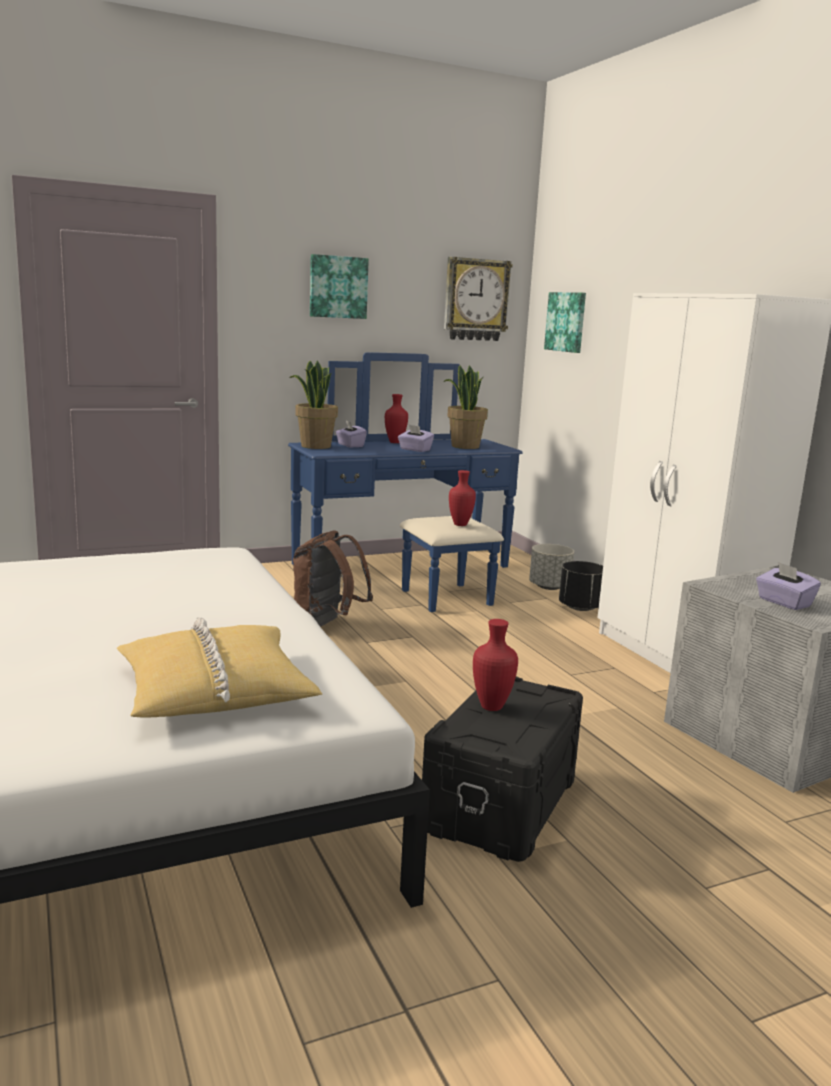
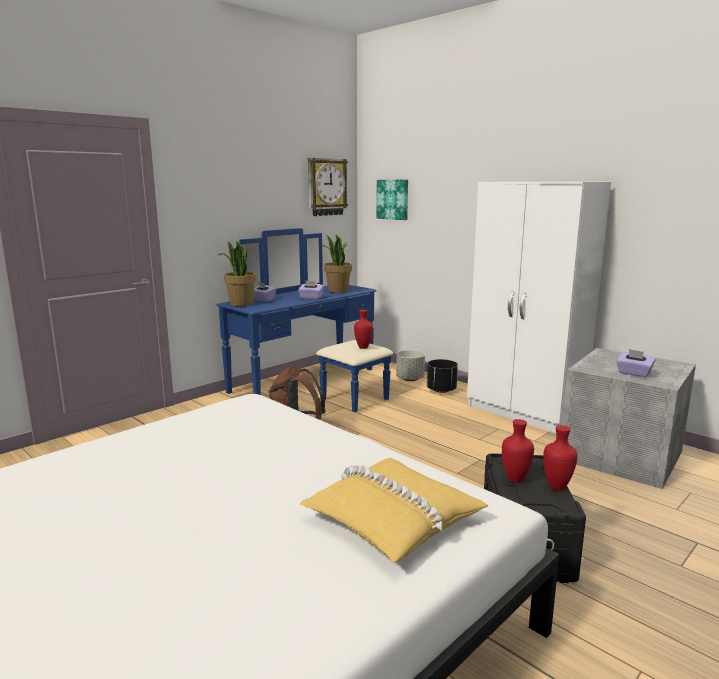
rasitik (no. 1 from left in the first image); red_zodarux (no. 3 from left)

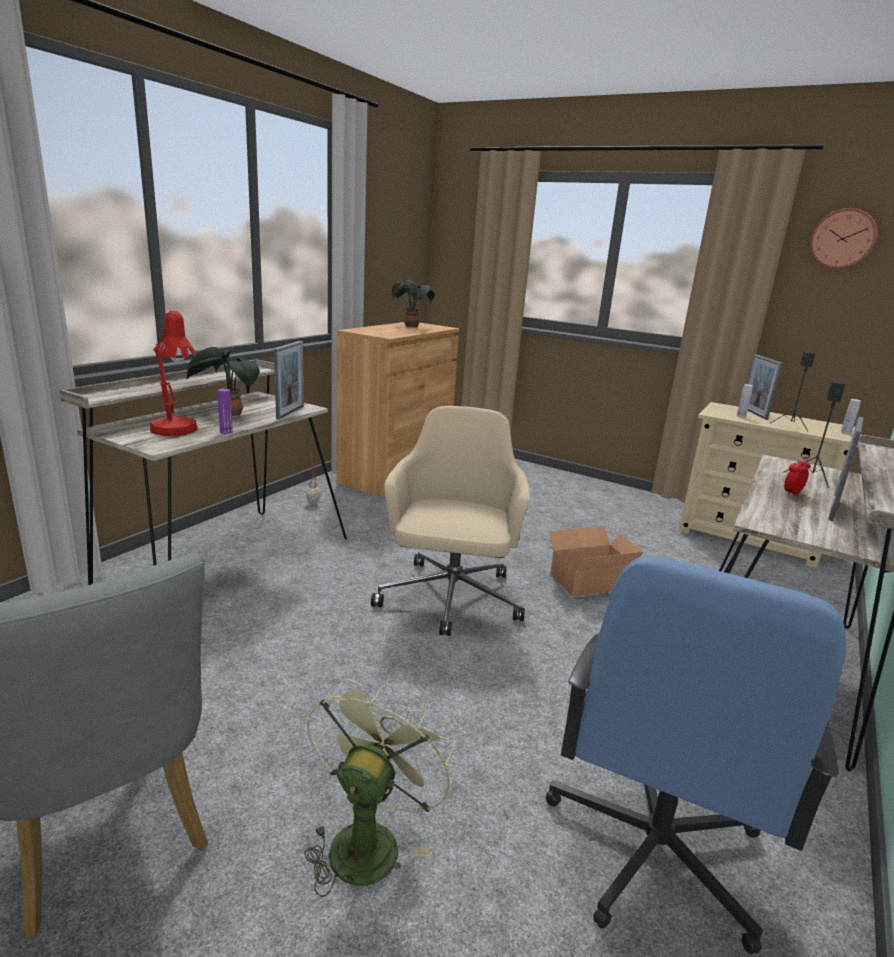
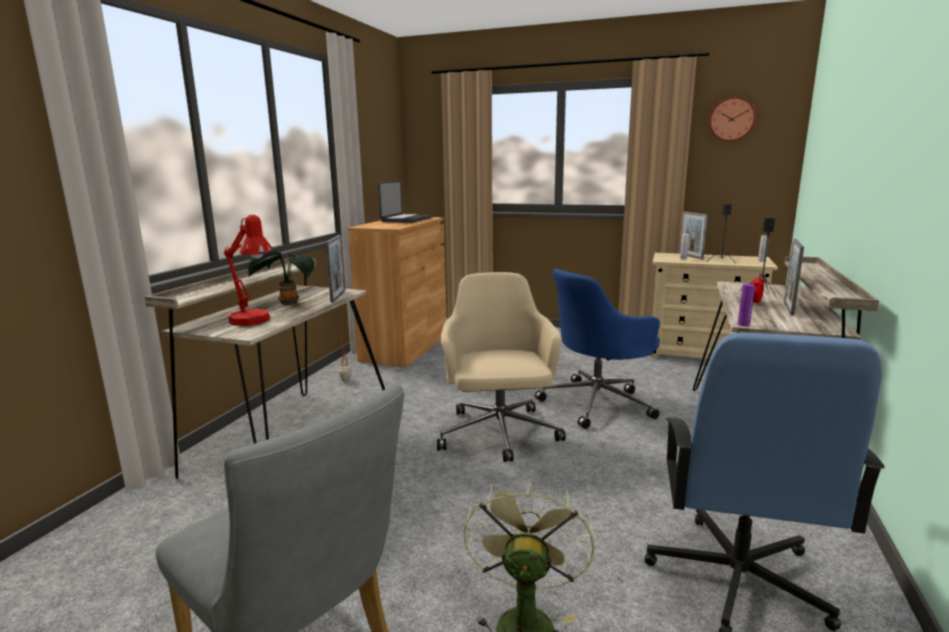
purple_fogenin; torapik; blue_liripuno (no. 1 from left)

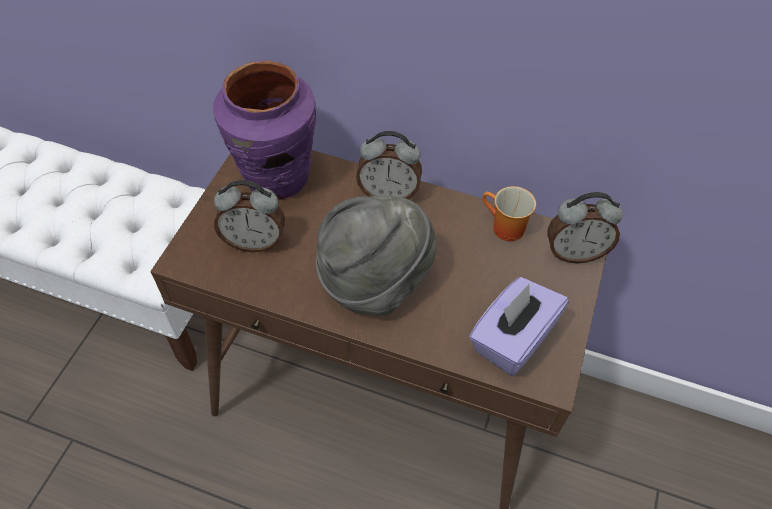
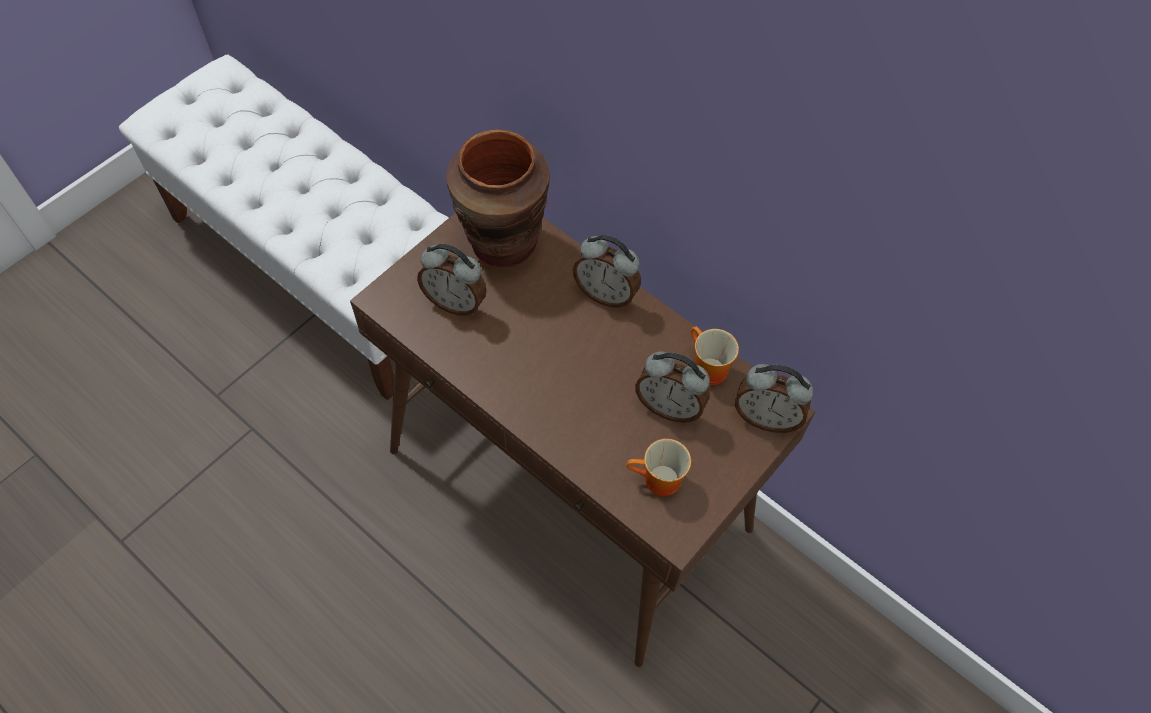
brown_zodarux; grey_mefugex; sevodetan (no. 1 from left); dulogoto (no. 3 from left)

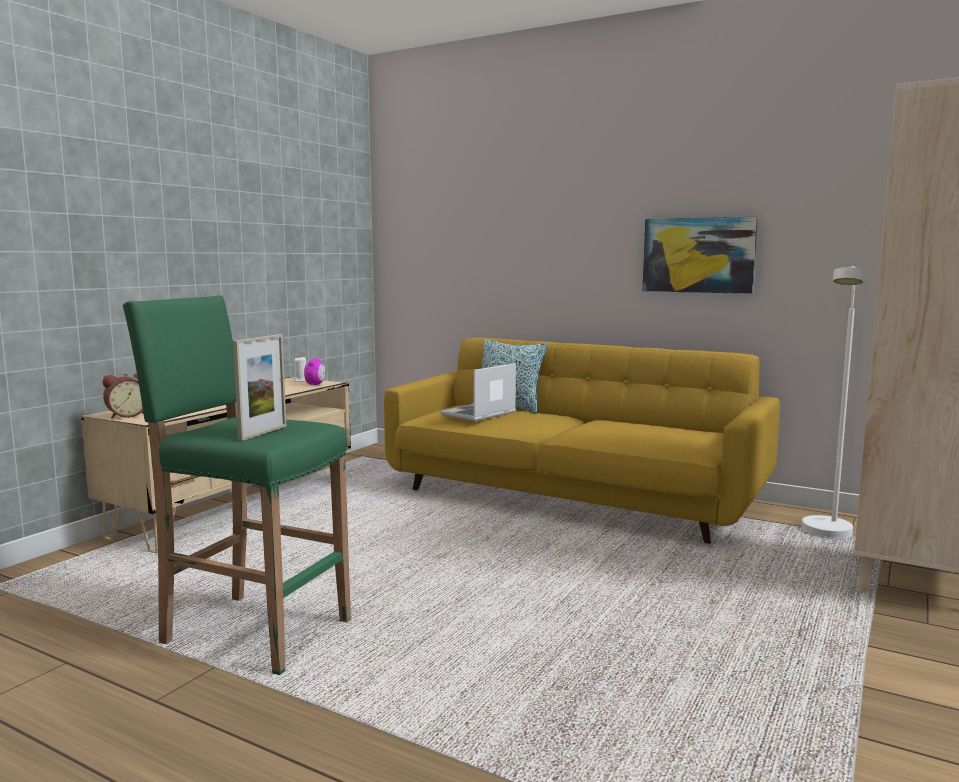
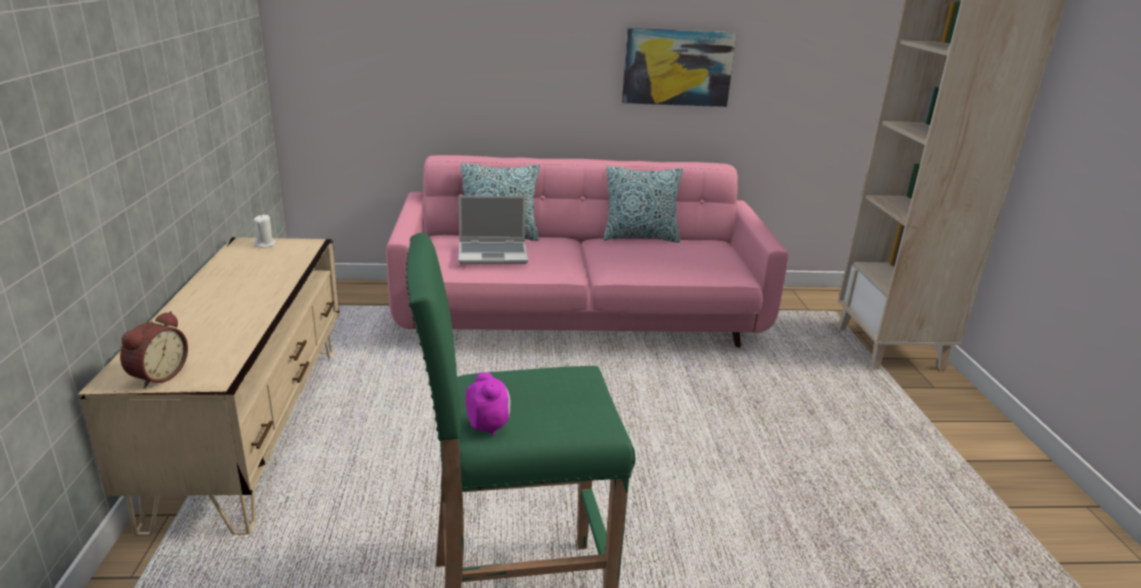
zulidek; dulogoto (no. 2 from left); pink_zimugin; torapik; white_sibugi; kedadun (no. 2 from left)

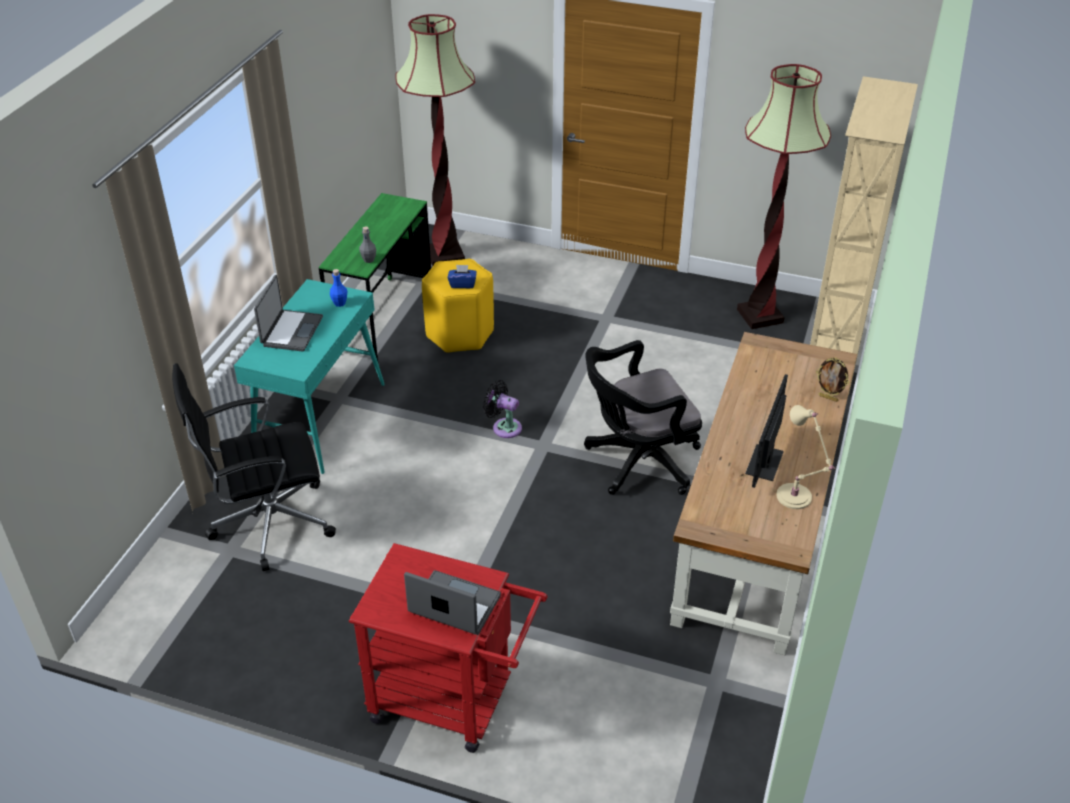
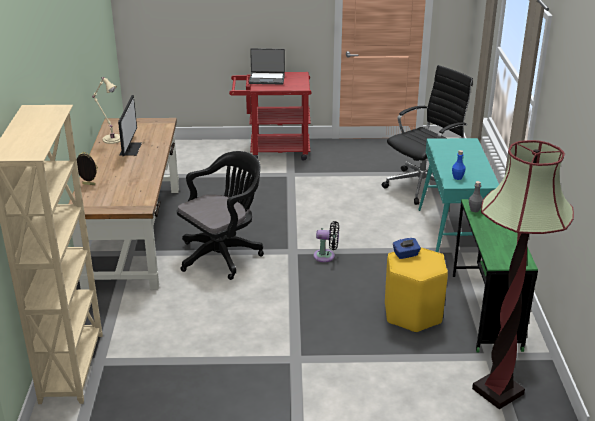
torapik (no. 1 from left in the first image); sibugi (no. 2 from left in the first image)

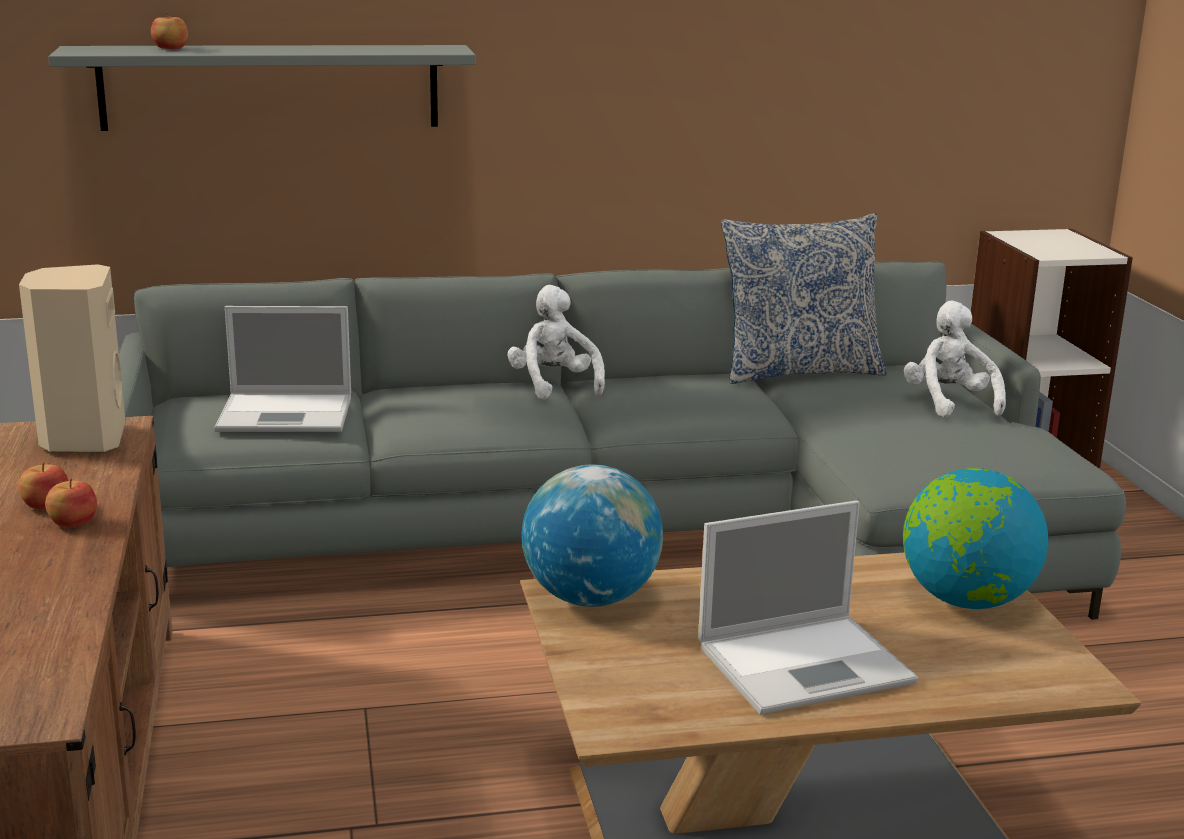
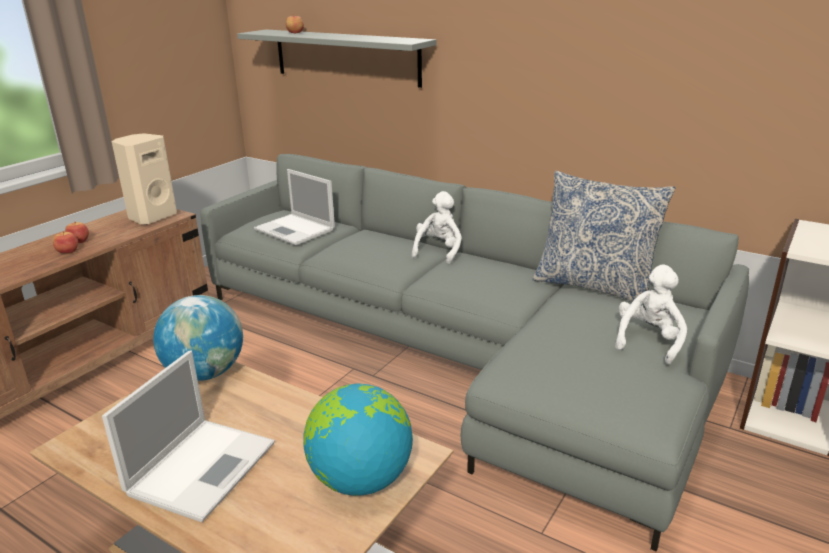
torapik (no. 1 from left)

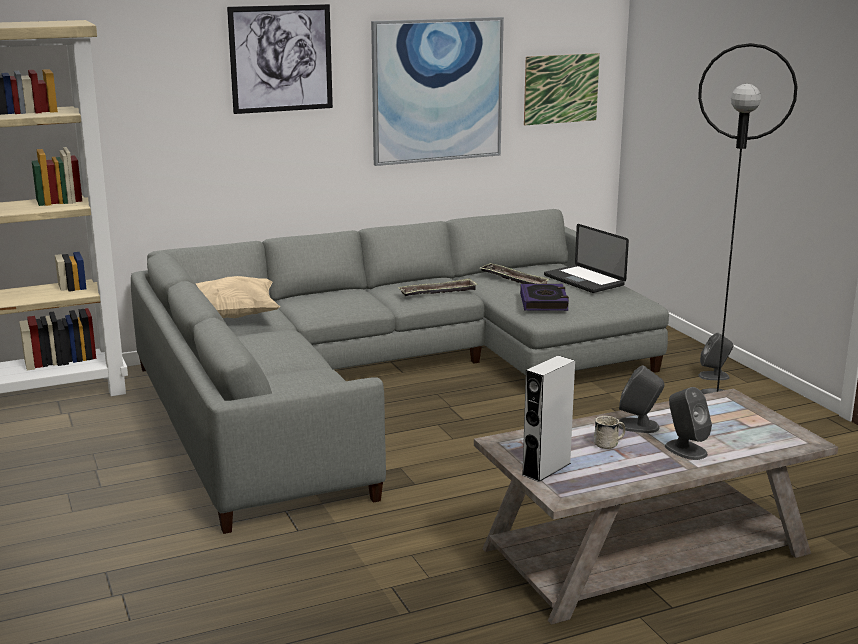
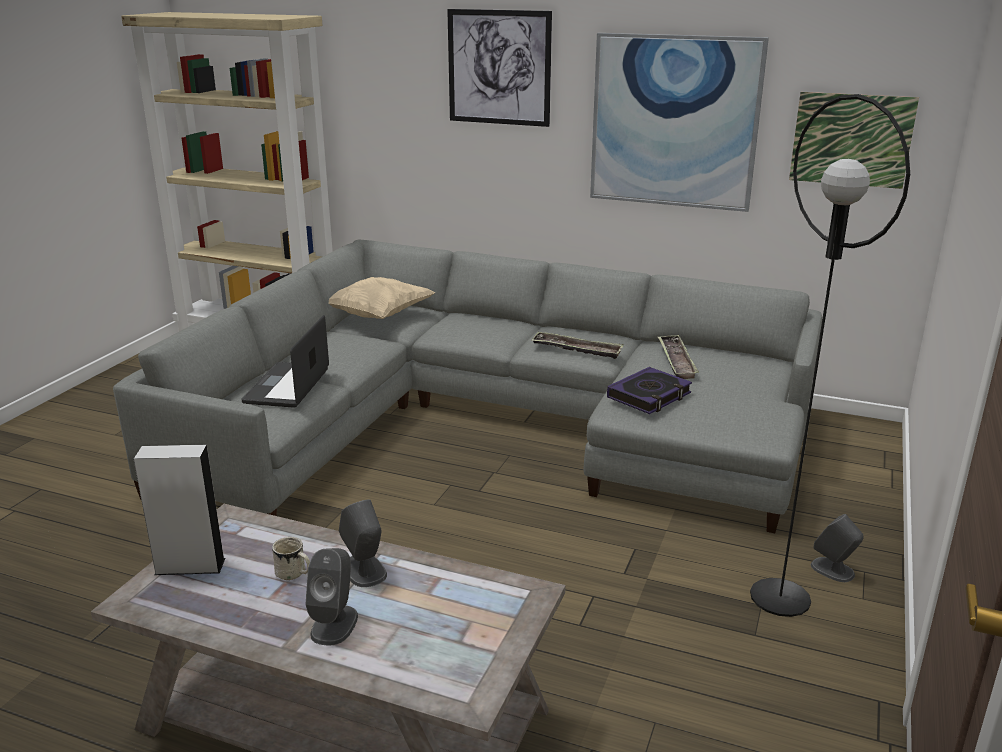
torapik

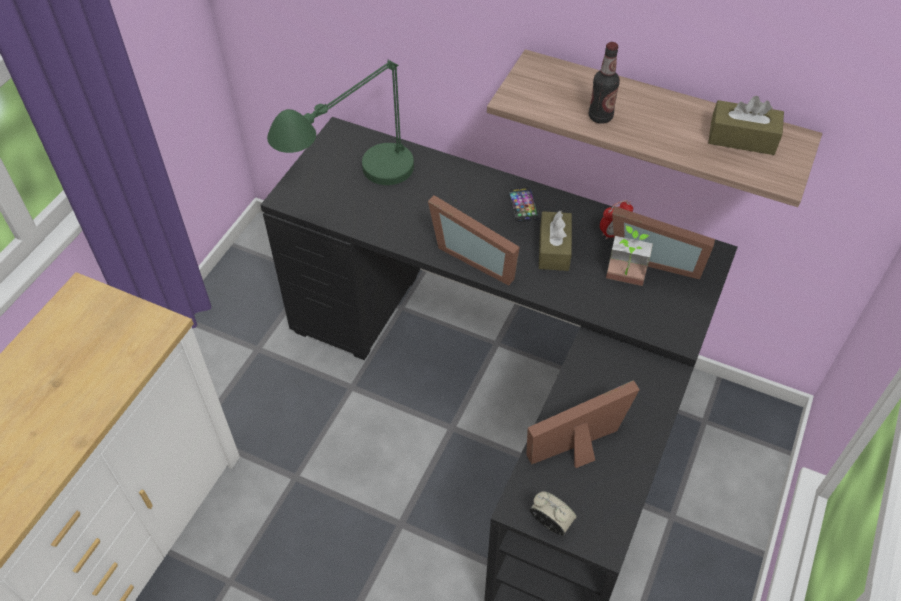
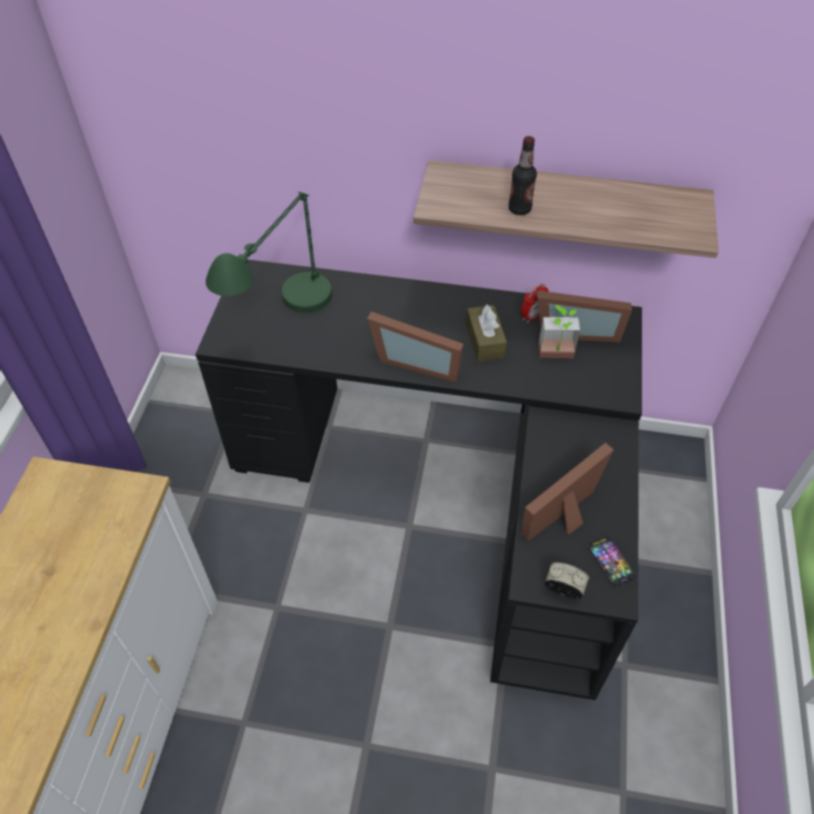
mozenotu; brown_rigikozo (no. 2 from left in the first image)

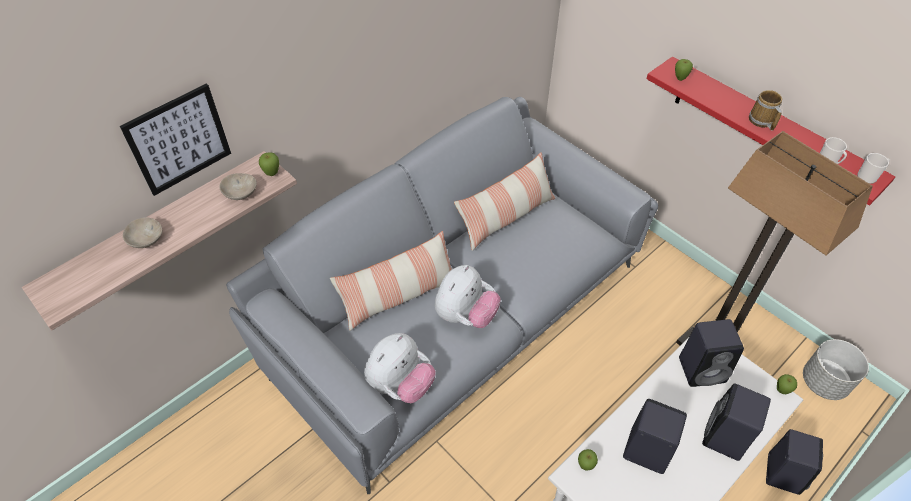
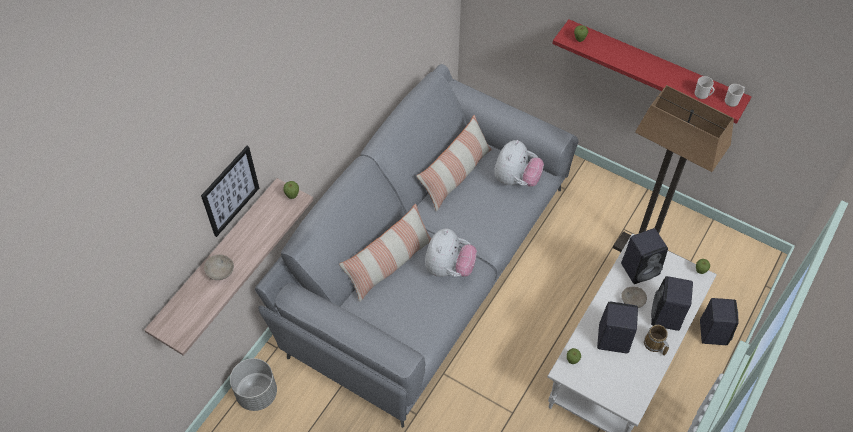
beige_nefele (no. 2 from left); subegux (no. 2 from left); sevodetan (no. 1 from left); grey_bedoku

